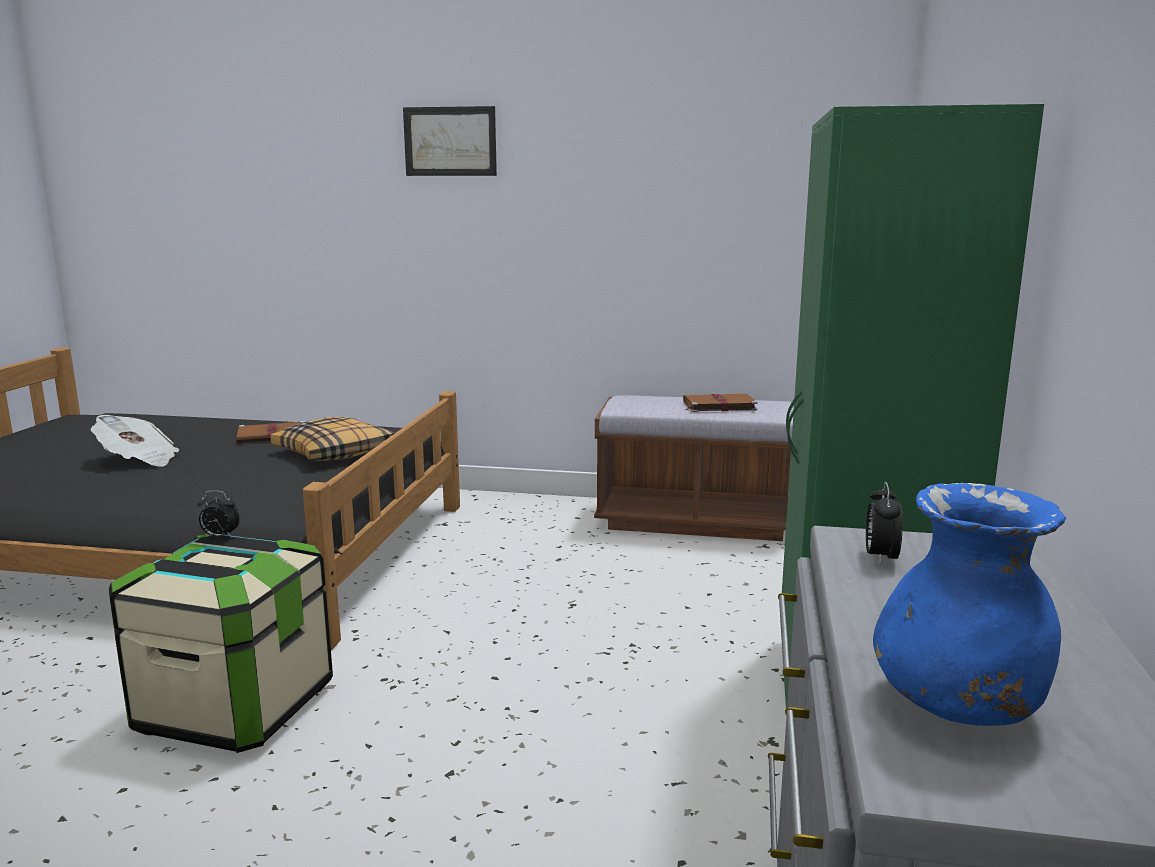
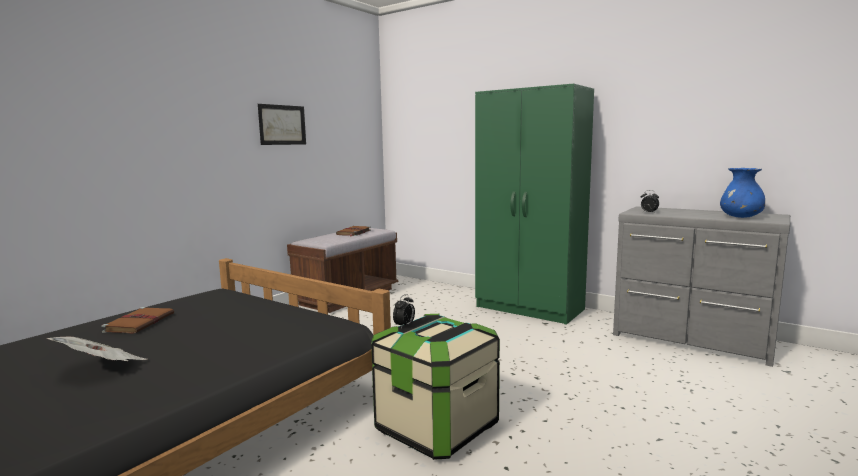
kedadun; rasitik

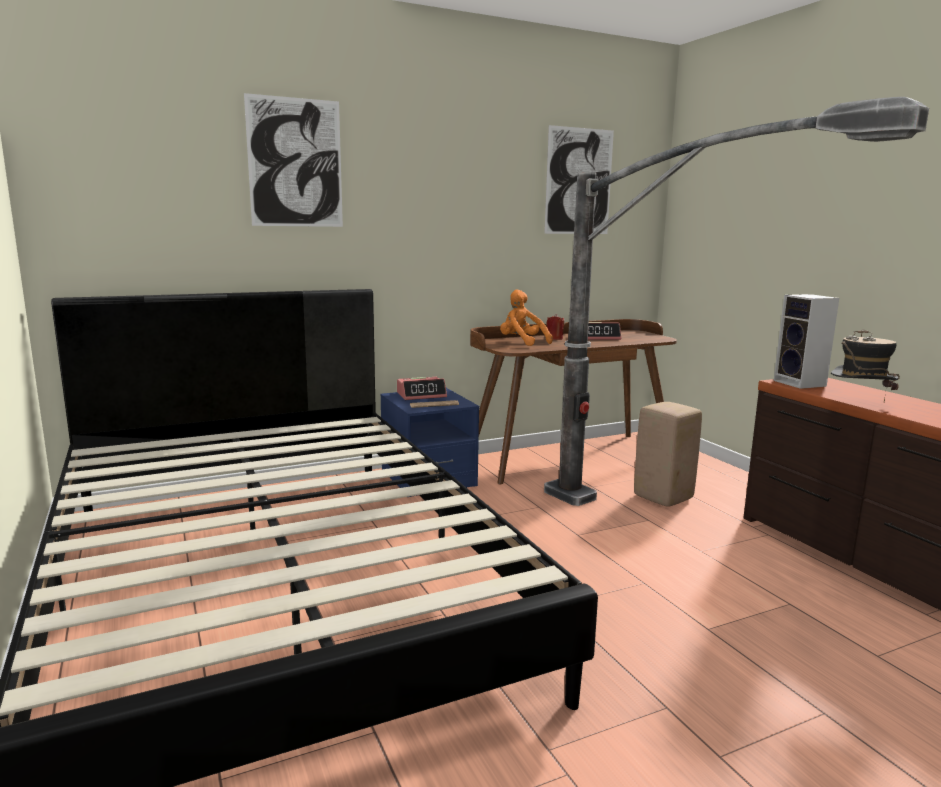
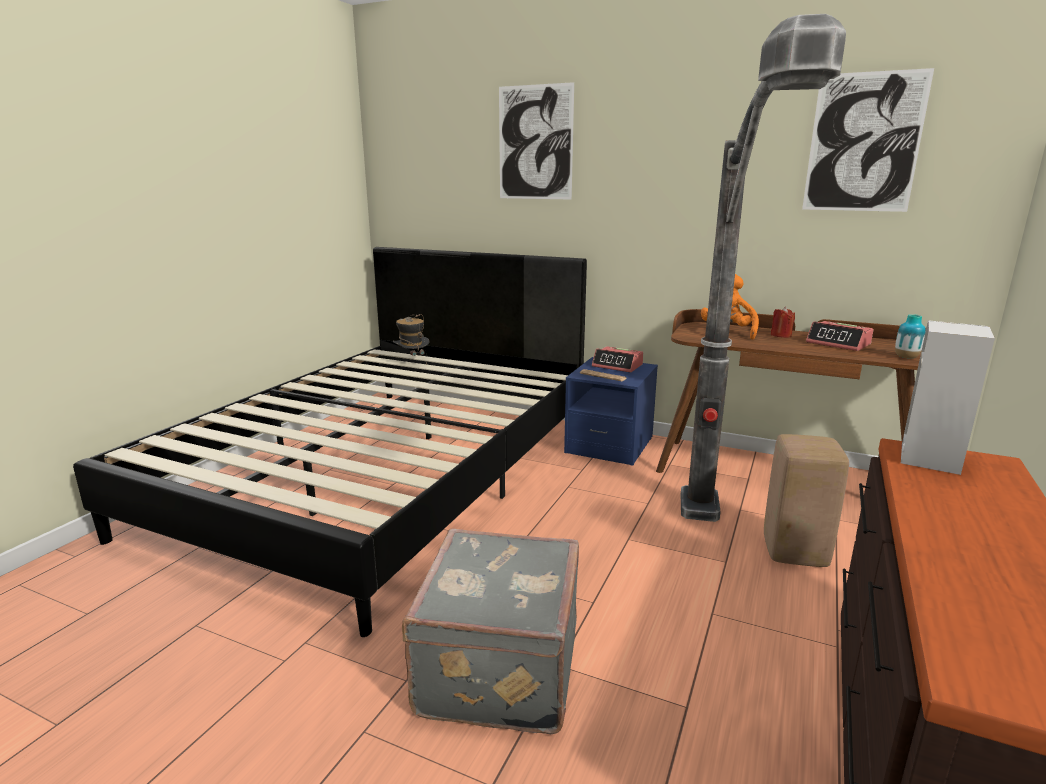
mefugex; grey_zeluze; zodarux

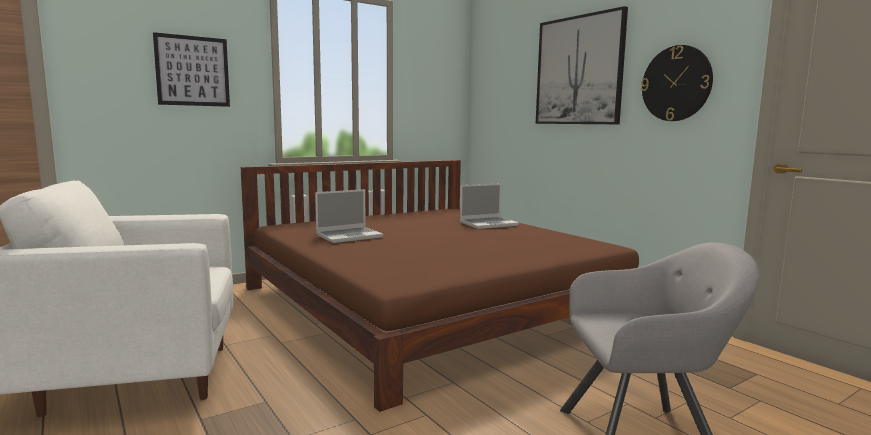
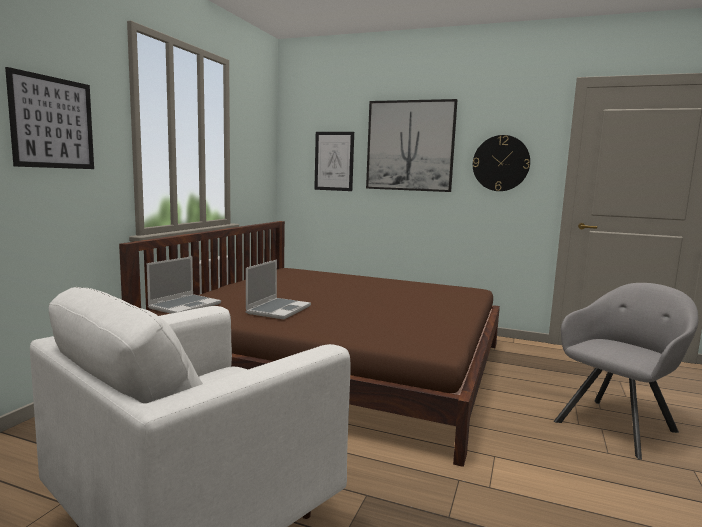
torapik (no. 1 from left); rasitik (no. 2 from left)

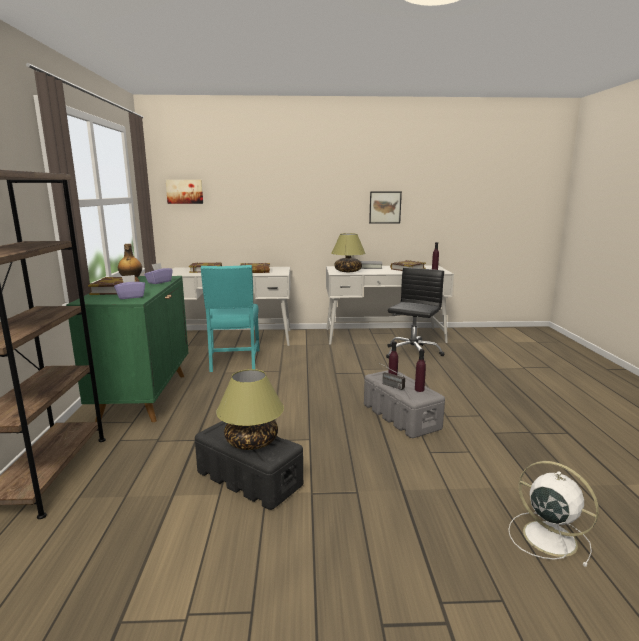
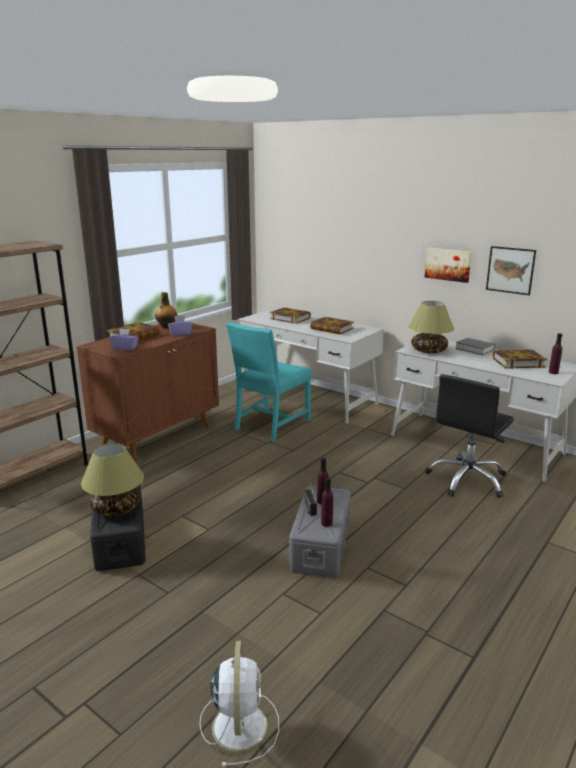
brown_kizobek; rasitik (no. 1 from left); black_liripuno

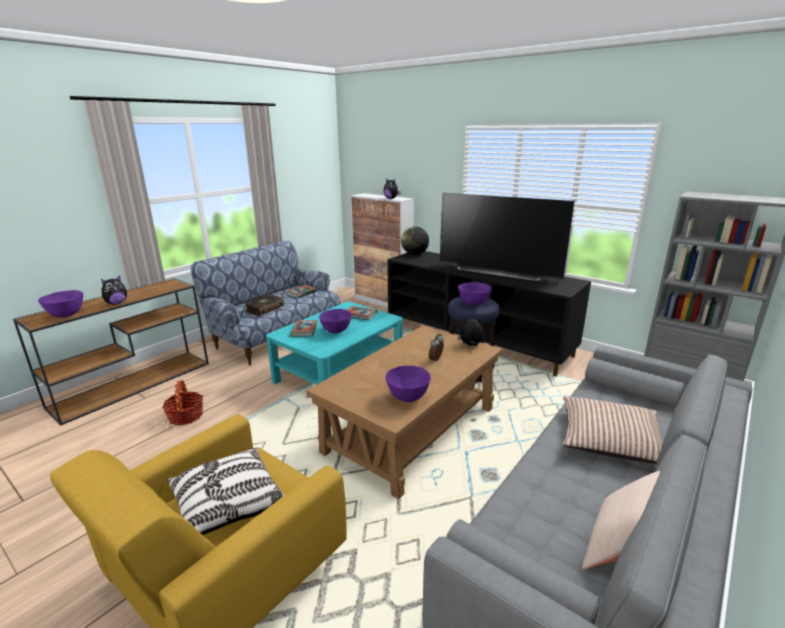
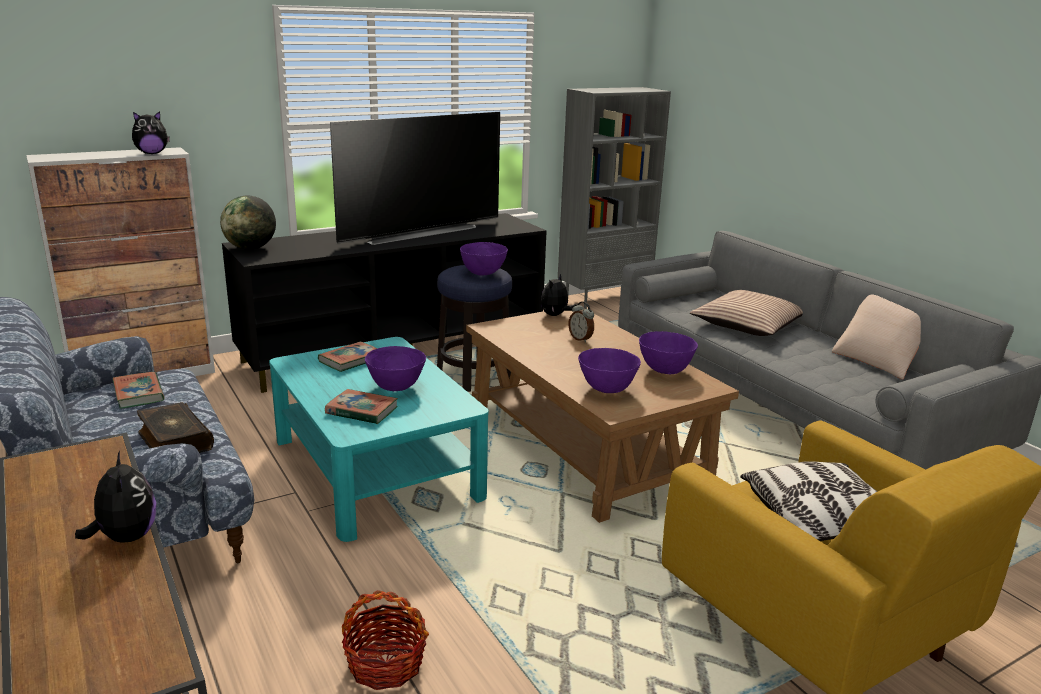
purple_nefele (no. 3 from left)

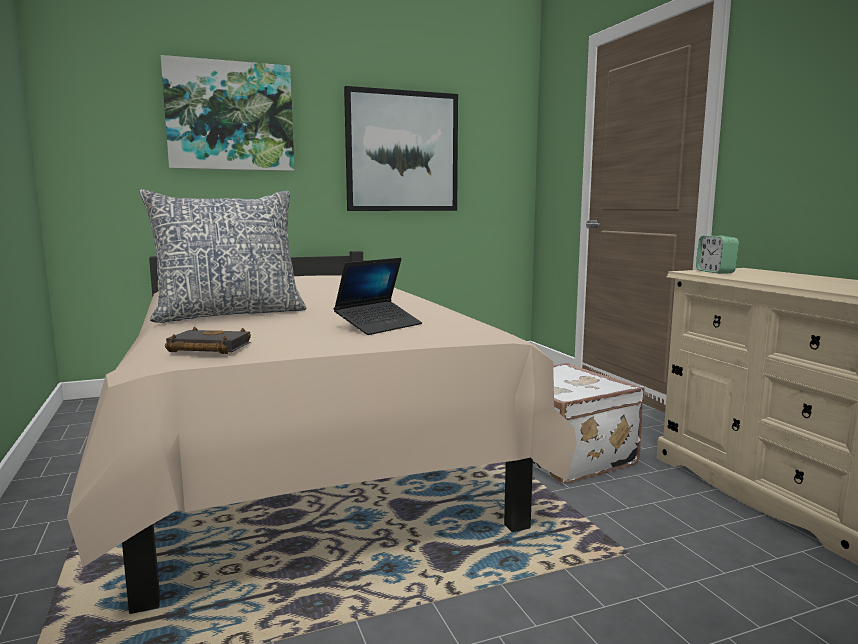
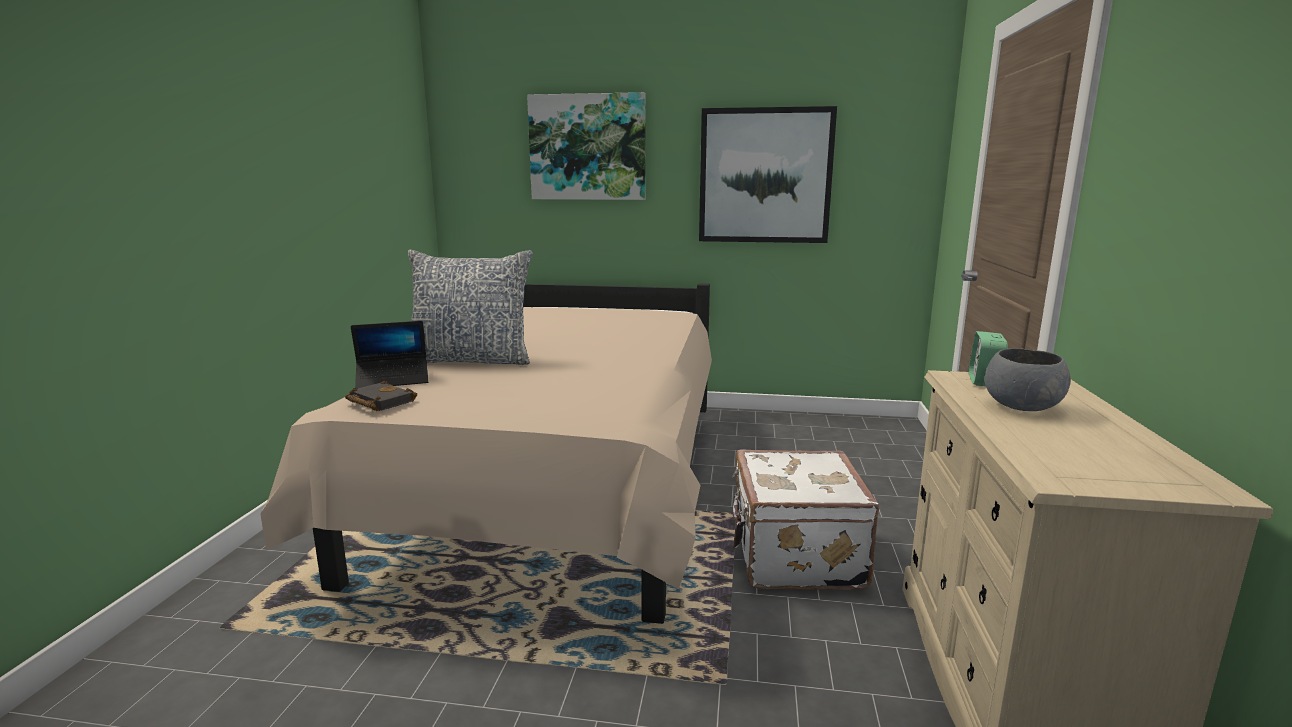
torapik; grey_nefele

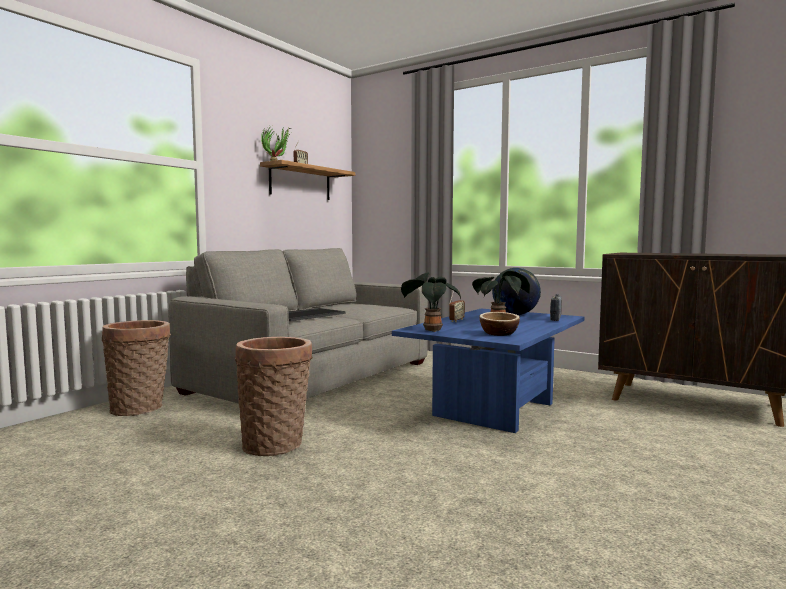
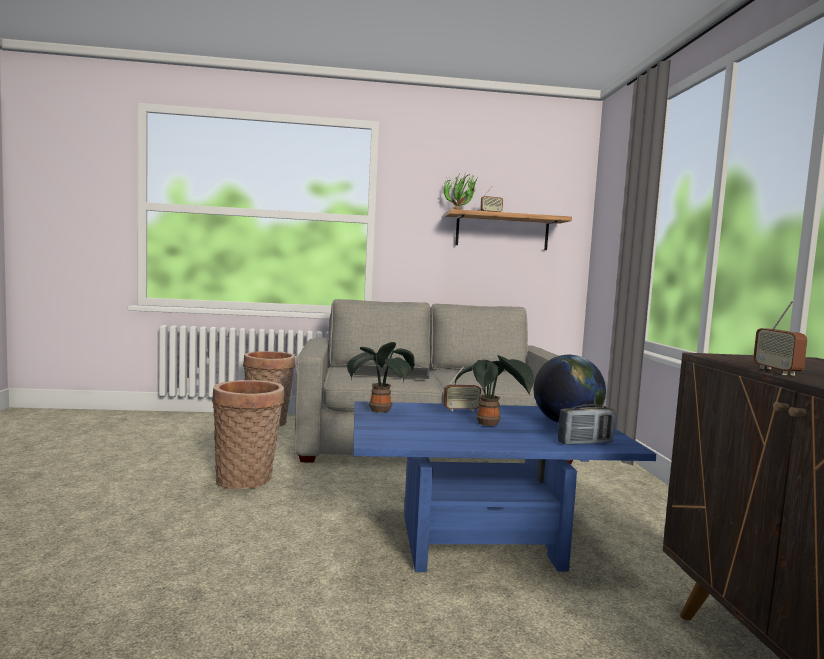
nefele; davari (no. 4 from left)

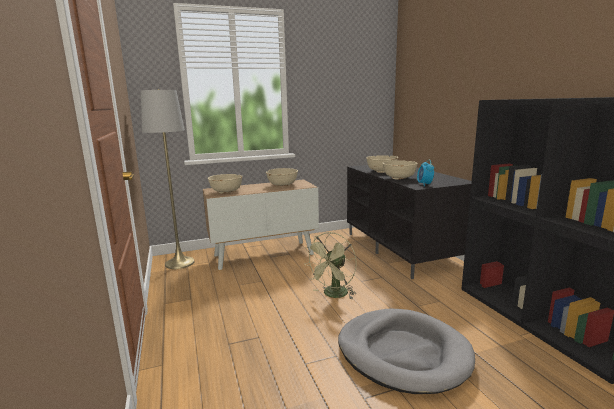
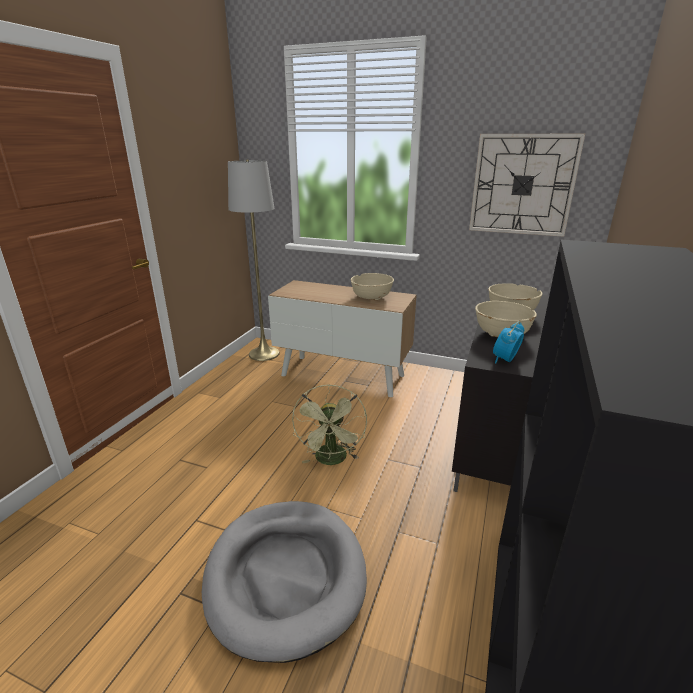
beige_nefele (no. 1 from left in the first image); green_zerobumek; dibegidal

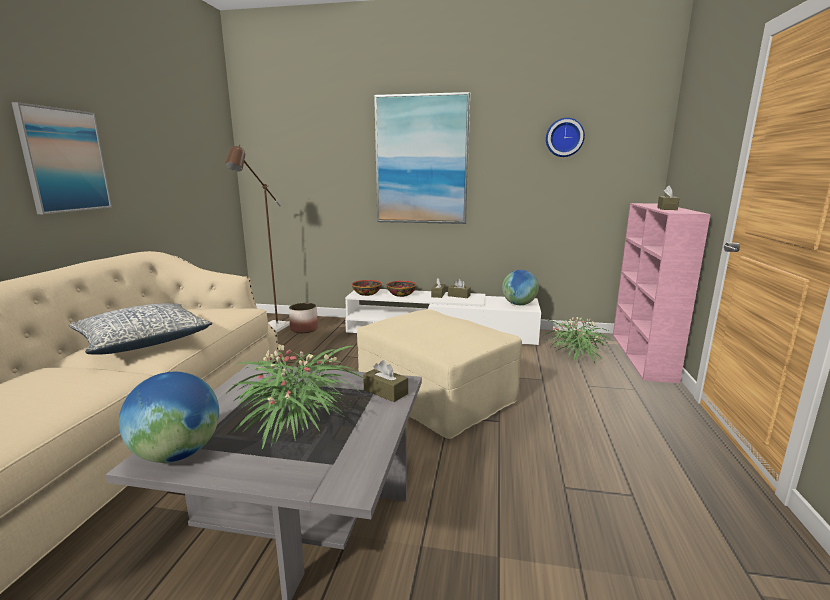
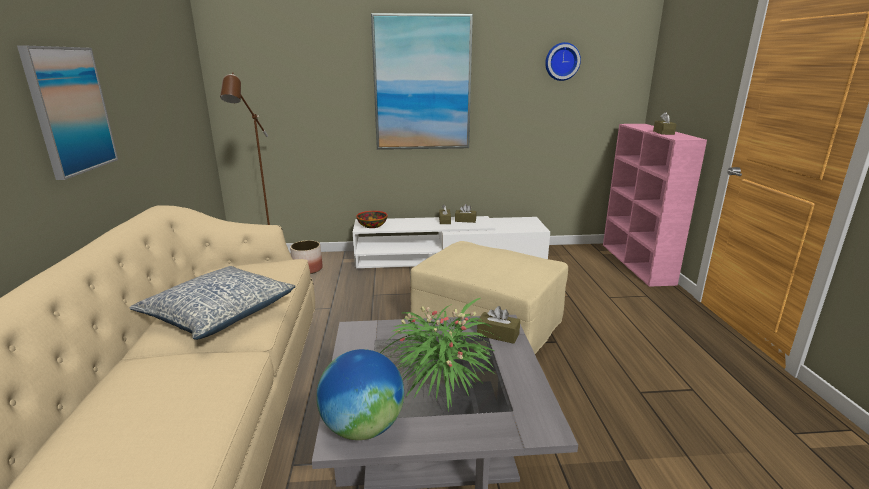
nefele (no. 2 from left in the first image); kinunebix (no. 2 from left in the first image); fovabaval (no. 2 from left in the first image)

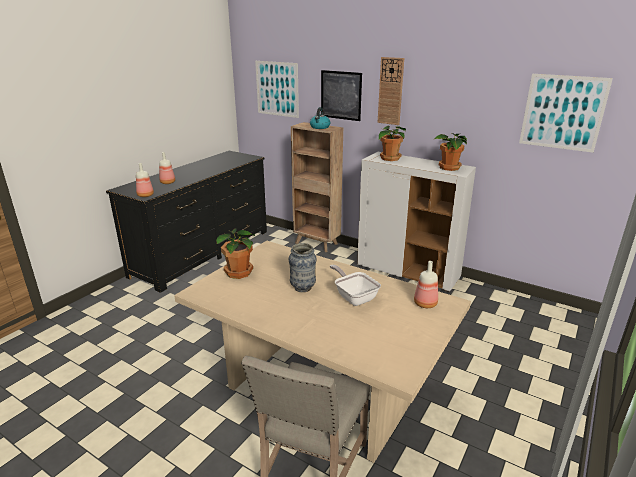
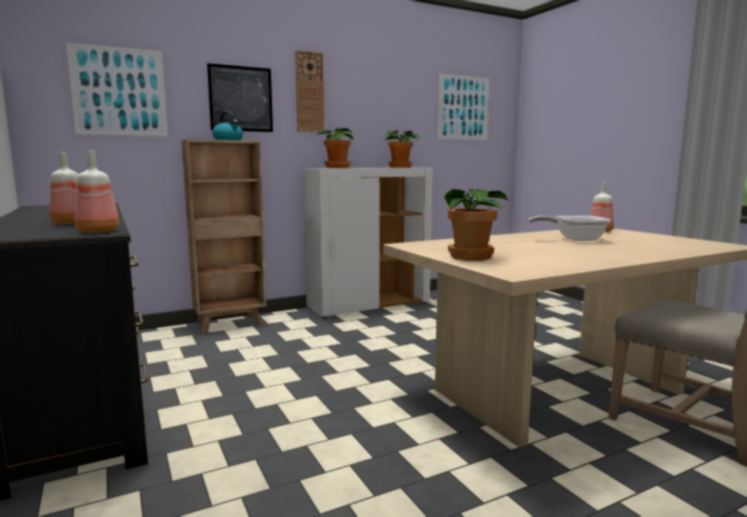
zodarux

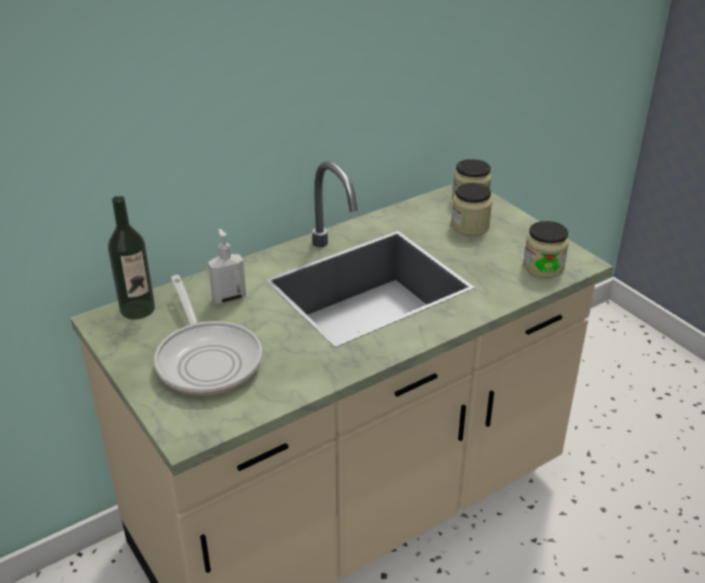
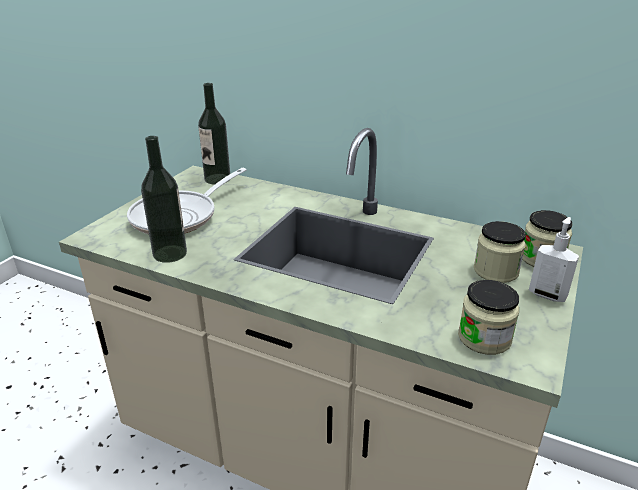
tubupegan; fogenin (no. 1 from left)

